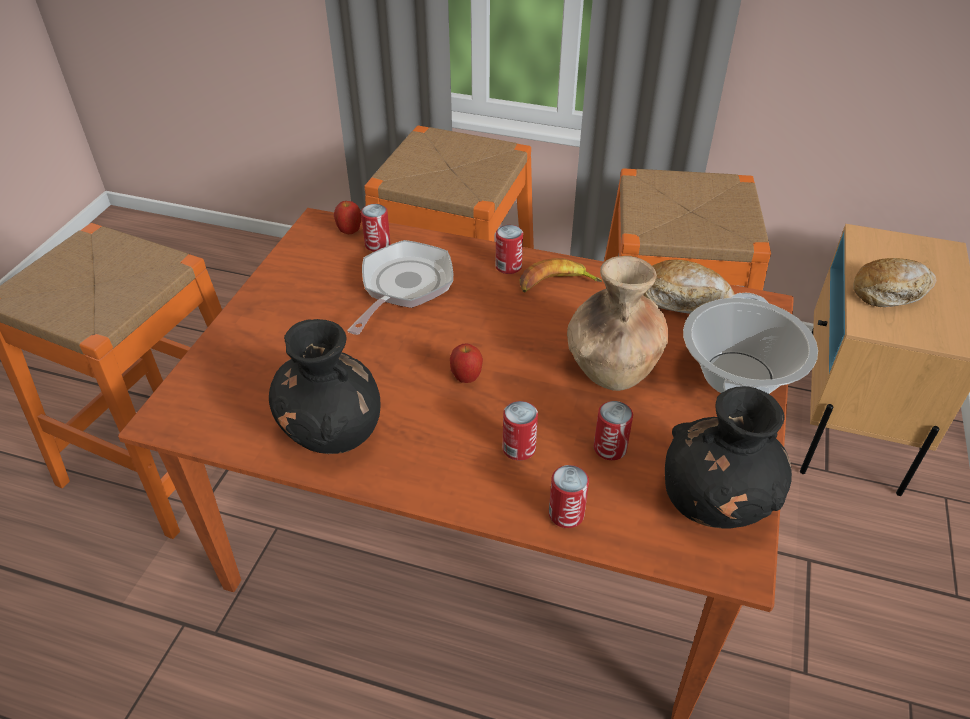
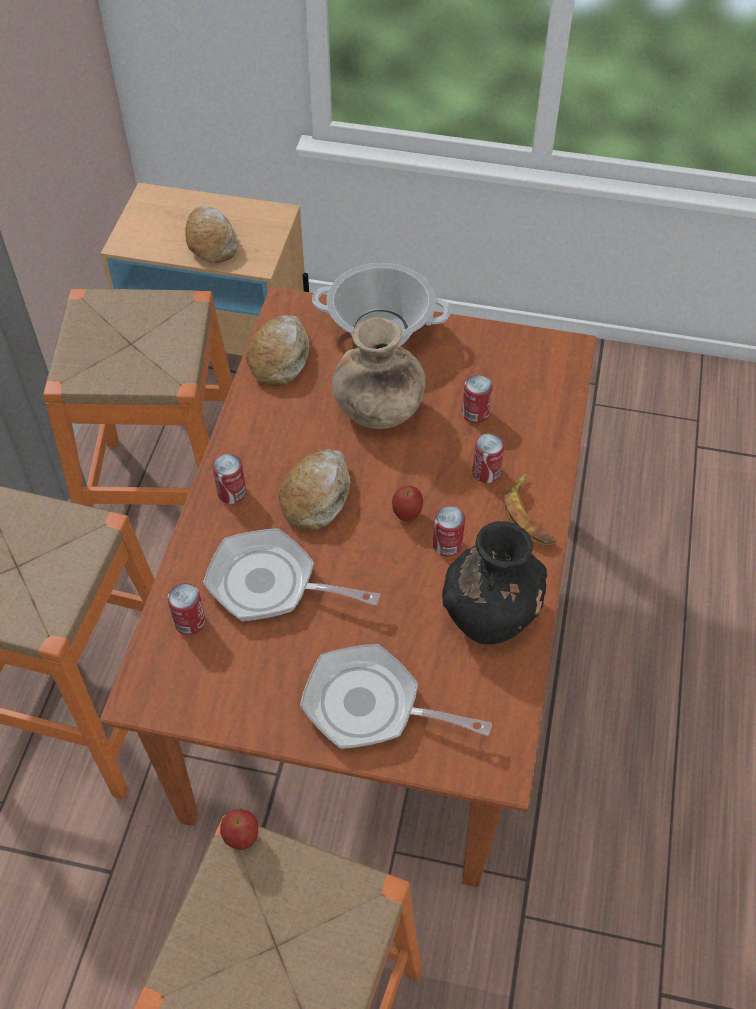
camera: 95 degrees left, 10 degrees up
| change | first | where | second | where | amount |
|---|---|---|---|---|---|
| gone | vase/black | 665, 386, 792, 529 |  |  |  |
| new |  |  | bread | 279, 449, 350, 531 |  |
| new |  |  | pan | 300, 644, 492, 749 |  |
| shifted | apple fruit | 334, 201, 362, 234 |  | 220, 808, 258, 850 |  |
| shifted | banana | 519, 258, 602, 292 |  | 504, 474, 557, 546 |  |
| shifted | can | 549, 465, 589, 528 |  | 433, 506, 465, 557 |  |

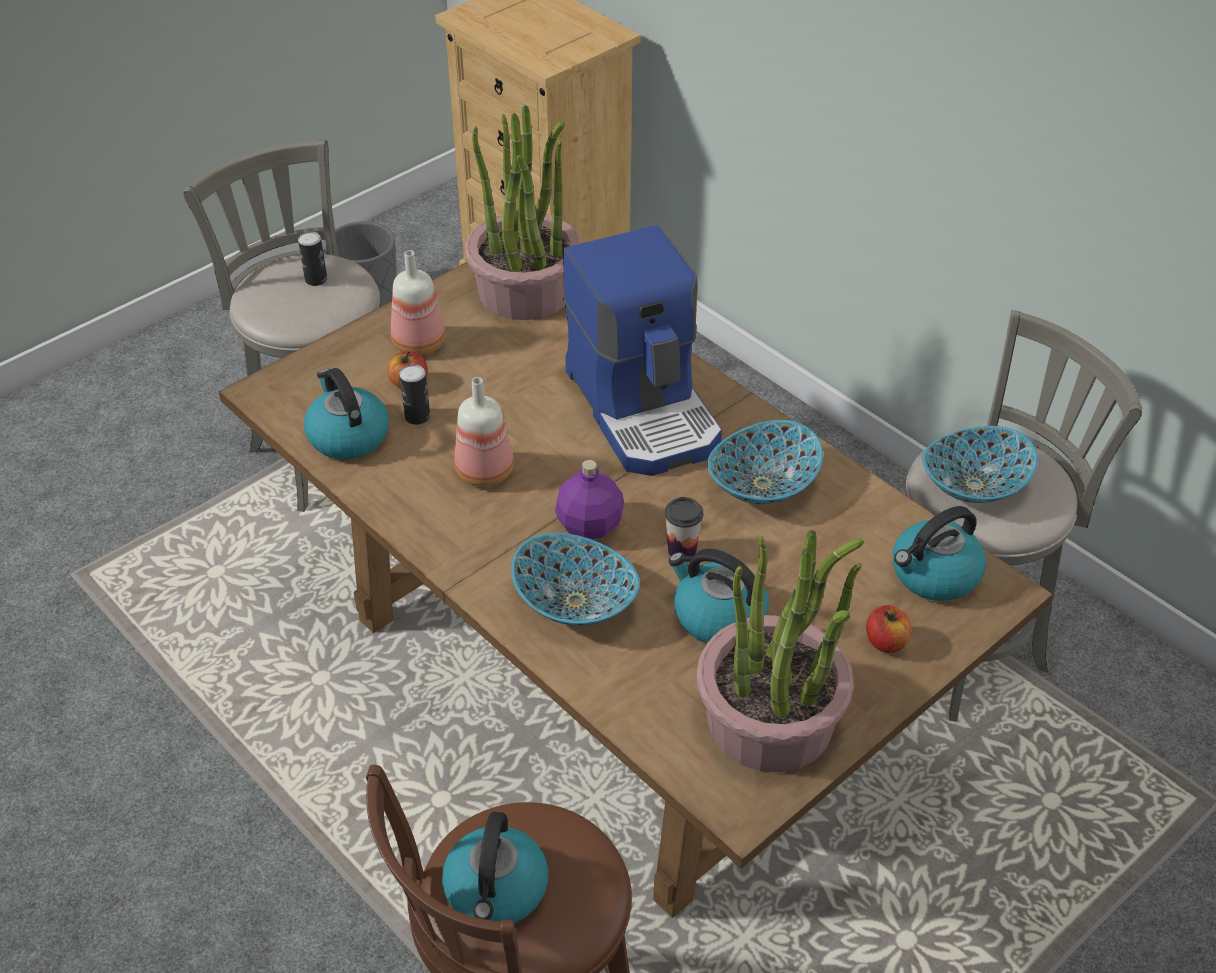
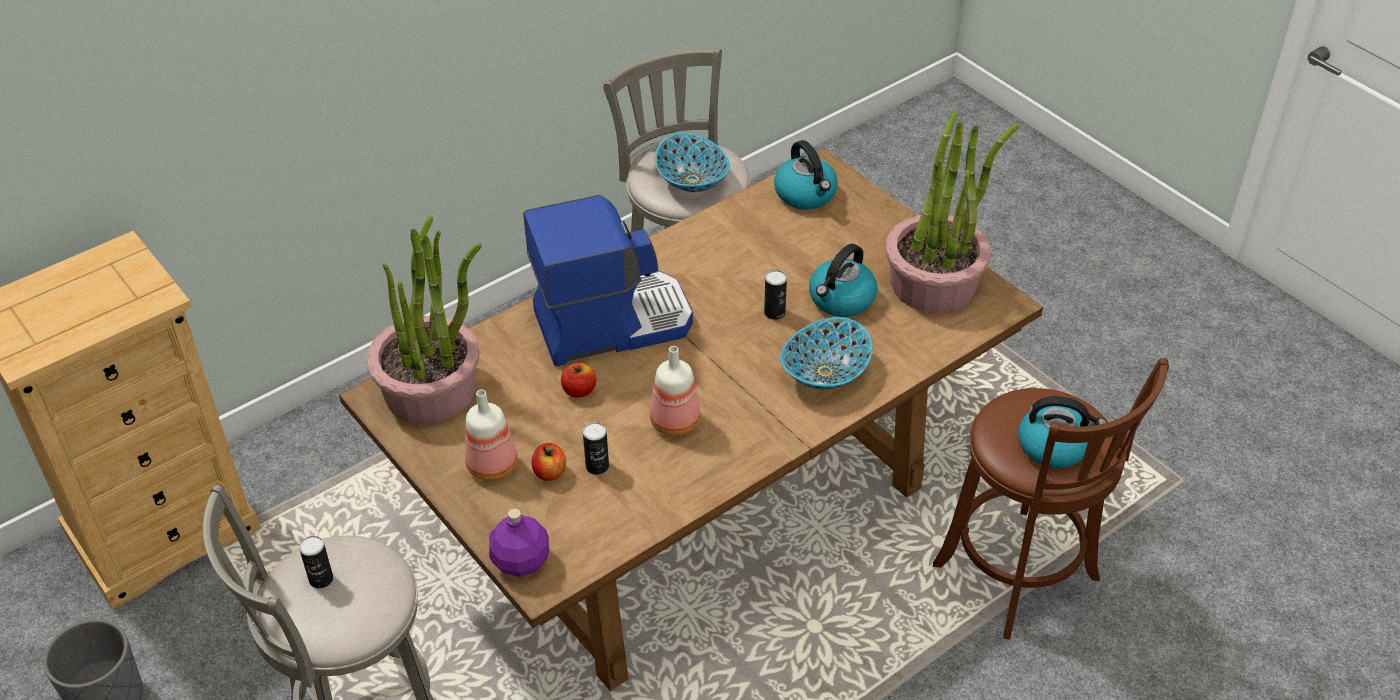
camera: 85 degrees left, 0 degrees up
| change | first | where | second | where | amount |
|---|---|---|---|---|---|
| gone | tea kettle | 304, 368, 389, 459 |  |  |  |
| gone | deep dish | 707, 420, 823, 504 |  |  |  |
| shifted | drink bottle/purple-coloured | 555, 460, 624, 539 |  | 489, 508, 549, 577 |  |
| shifted | apple fruit | 866, 605, 911, 653 |  | 561, 363, 597, 398 |  |
| swapped | cup | 665, 497, 703, 556 | can | 764, 270, 787, 320 |  |

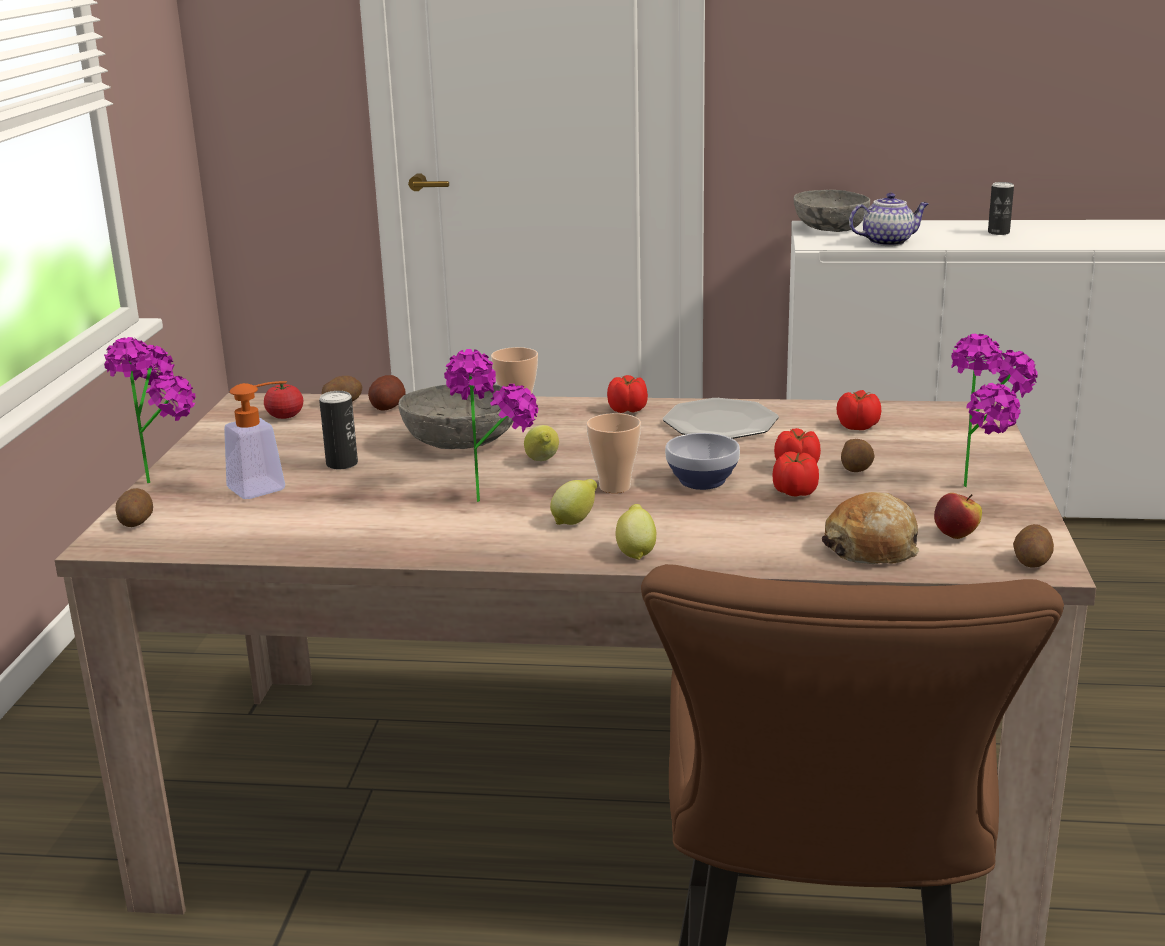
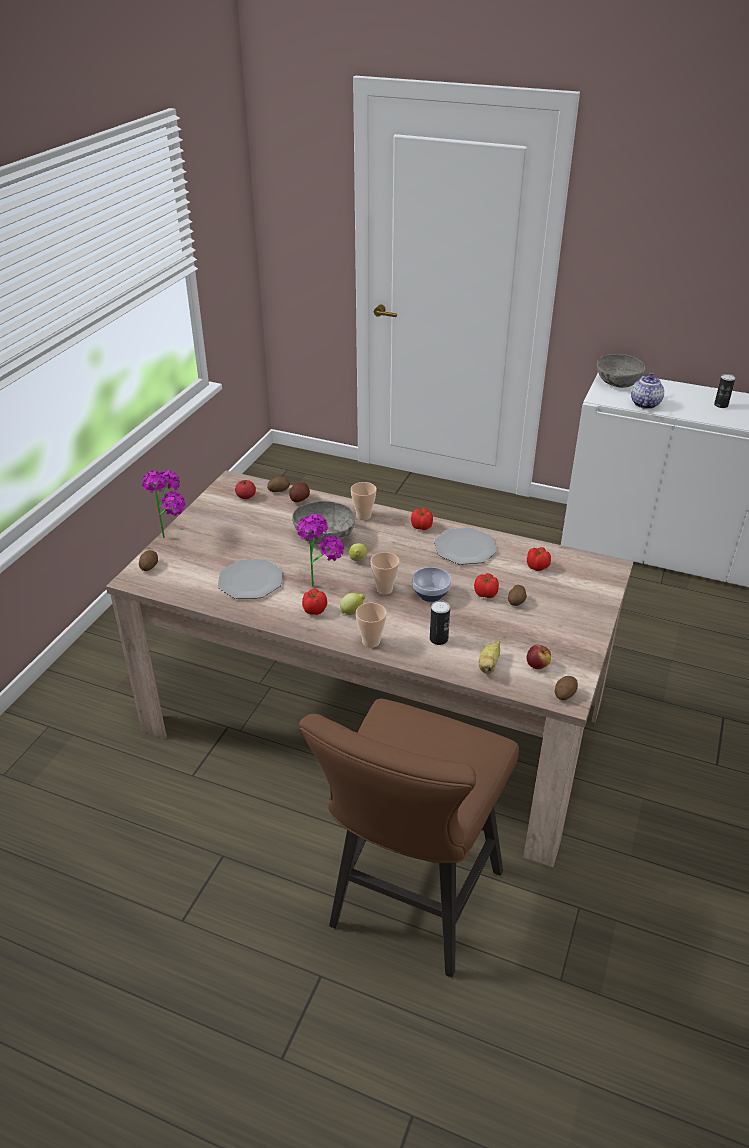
camera: 15 degrees right, 15 degrees up
| change | first | where | second | where | amount |
|---|---|---|---|---|---|
| gone | liquid soap bottle | 224, 381, 287, 499 |  |  |  |
| gone | potted plant | 951, 334, 1038, 487 |  |  |  |
| new |  |  | flat dish | 218, 559, 282, 599 |  |
| shifted | can | 319, 391, 358, 469 |  | 430, 600, 450, 645 |  |
| shifted | fresh tomato | 772, 451, 819, 496 |  | 302, 589, 327, 615 |  |
| swapped | whole lemon | 616, 504, 656, 560 | cup | 356, 603, 387, 648 |  |
| swapped | bread | 822, 492, 919, 564 | banana | 479, 640, 500, 674 |  |
| rotated | pot for tea | 849, 193, 929, 246 |  | 631, 372, 664, 409 | 75 degrees counterclockwise |

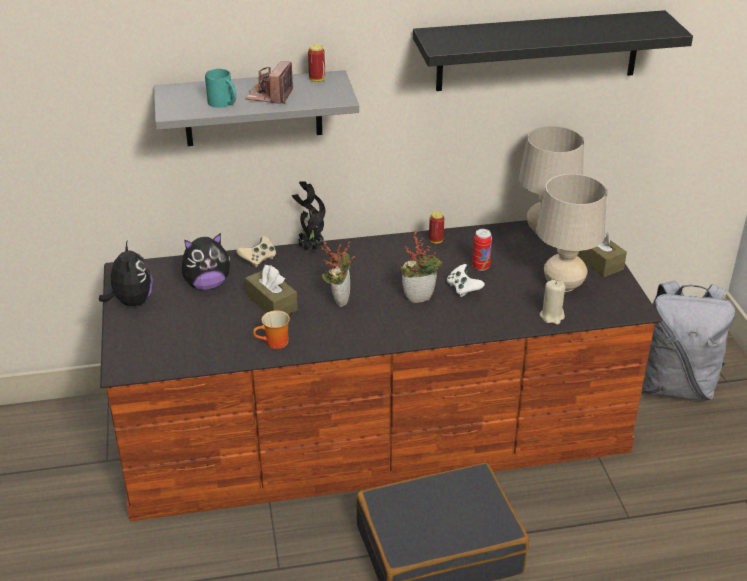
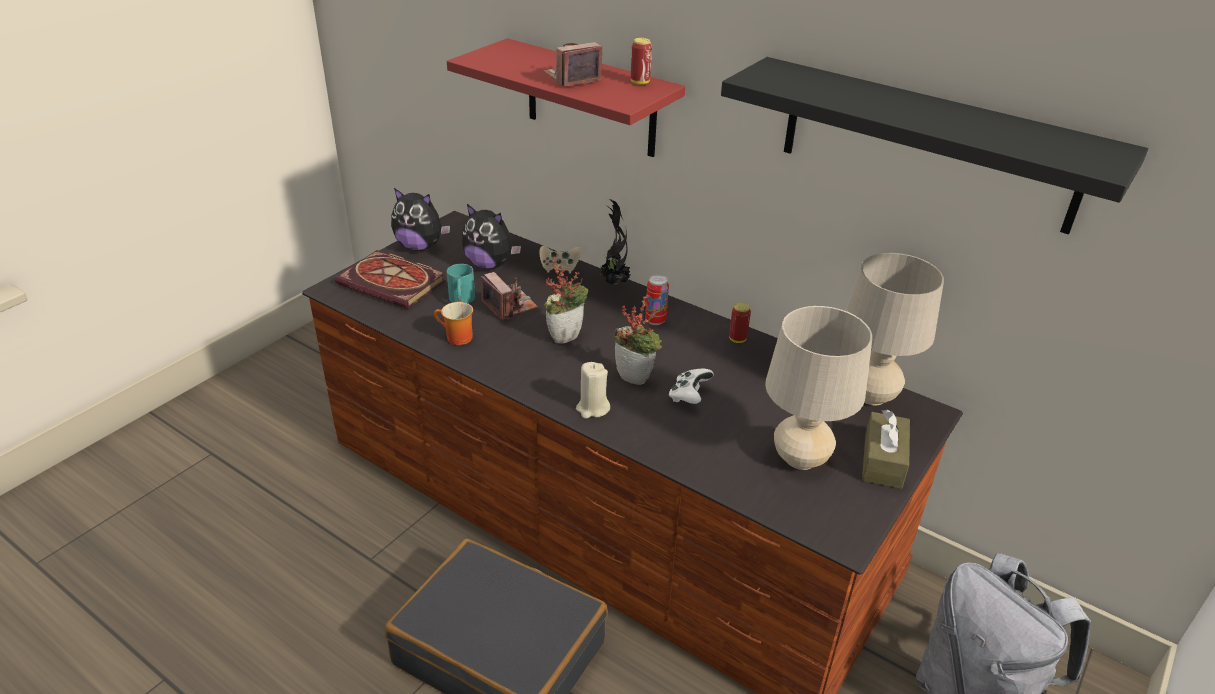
camera: 45 degrees right, 0 degrees up
| change | first | where | second | where | amount |
|---|---|---|---|---|---|
| new |  |  | bound book | 335, 250, 446, 309 |  |
| shifted | tea mug/turquoise-coloured | 205, 69, 236, 108 |  | 447, 264, 475, 303 |  |
| shifted | can | 472, 229, 492, 271 |  | 645, 274, 669, 325 |  |
| shifted | wax light/beige | 540, 280, 565, 324 |  | 576, 362, 610, 419 |  |
| swapped | tissue box/brown-coloured | 245, 265, 298, 314 | photo camera | 481, 272, 538, 320 |  |
| repainted | bracket shelf/grey | 154, 70, 359, 146 | bracket shelf/reddish | 447, 38, 685, 157 |  |
| rotated | plush toy | 99, 241, 153, 306 |  | 391, 188, 450, 251 | 75 degrees clockwise |

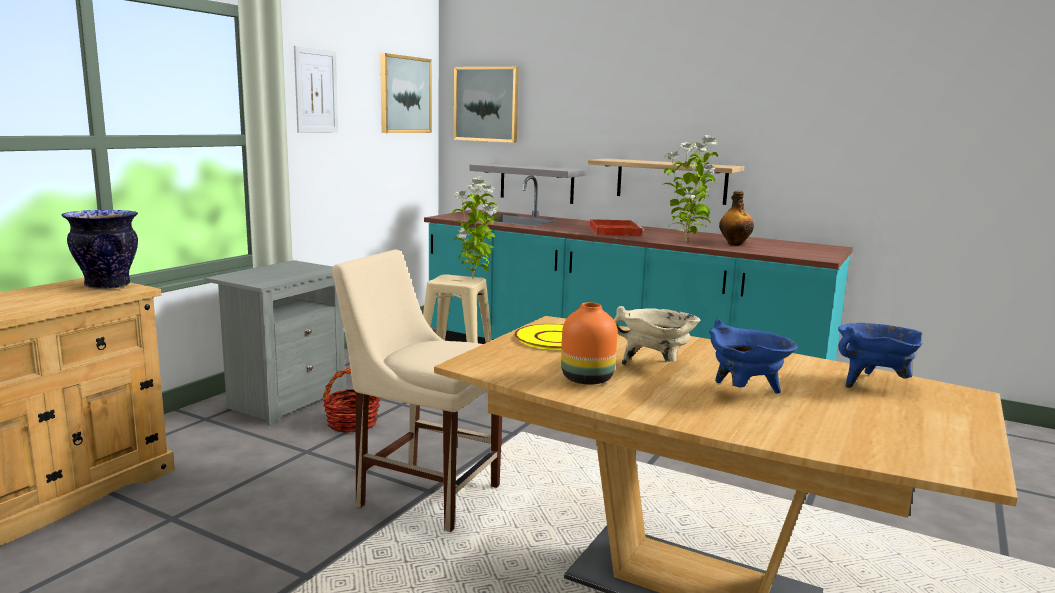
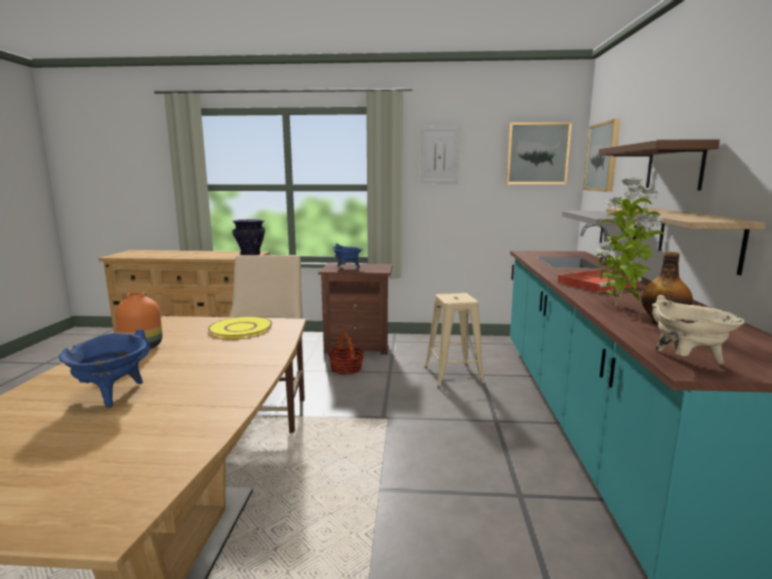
camera: 65 degrees right, 0 degrees up
| change | first | where | second | where | amount |
|---|---|---|---|---|---|
| gone | potted plant | 452, 177, 500, 279 |  |  |  |
| new |  |  | bracket shelf/brown-coloured | 598, 139, 720, 190 |  |
| shifted | cooking pot/beige | 614, 306, 700, 365 |  | 652, 295, 745, 364 |  |
| shifted | cooking pot/blue | 838, 323, 923, 388 |  | 333, 243, 362, 268 |  |
| repainted | bedside table/grey | 205, 260, 346, 426 | bedside table/brown-coloured | 318, 263, 393, 355 |  |

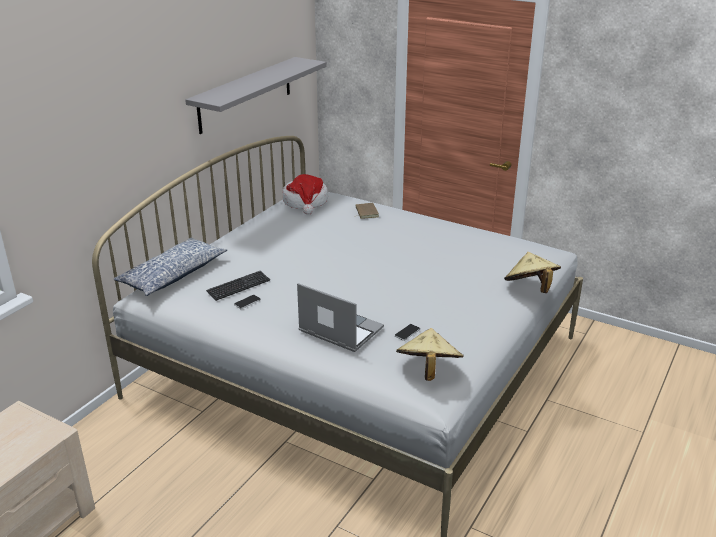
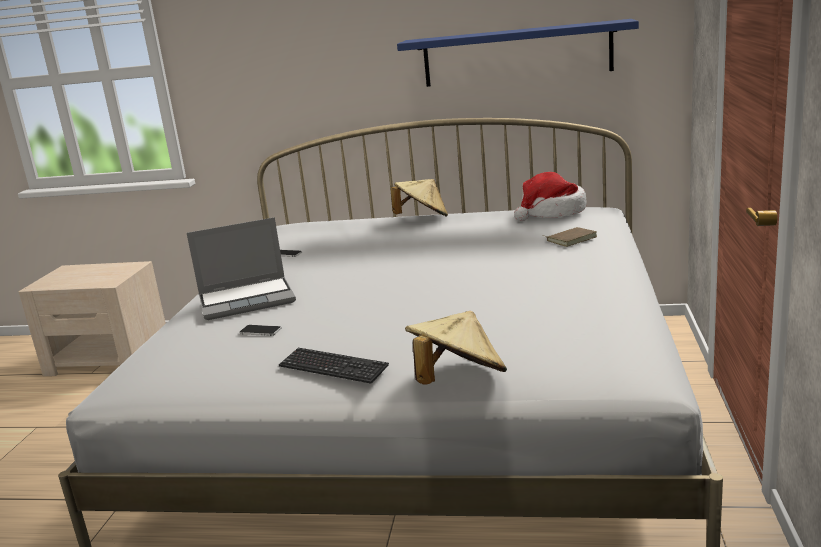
camera: 70 degrees right, 10 degrees down
| change | first | where | second | where | amount |
|---|---|---|---|---|---|
| gone | cushion | 114, 238, 227, 296 |  |  |  |
| shifted | PC keyboard | 206, 271, 270, 301 |  | 279, 348, 389, 383 |  |
| shifted | wearable hat/beige | 396, 328, 464, 381 |  | 391, 179, 448, 217 |  |
| repainted | bracket shelf/grey | 185, 57, 326, 134 | bracket shelf/blue | 397, 19, 639, 87 |  |
| rotated | laptop | 297, 283, 384, 352 |  | 187, 217, 296, 320 | 60 degrees clockwise |

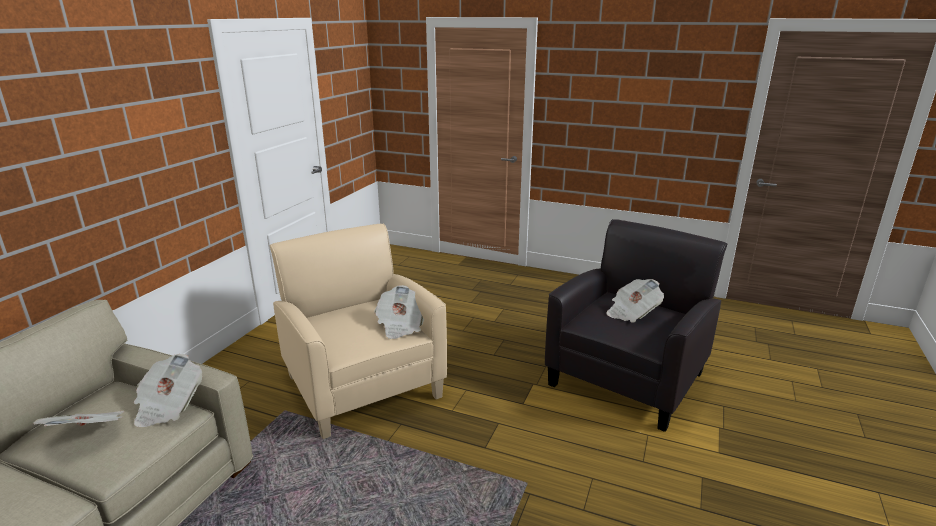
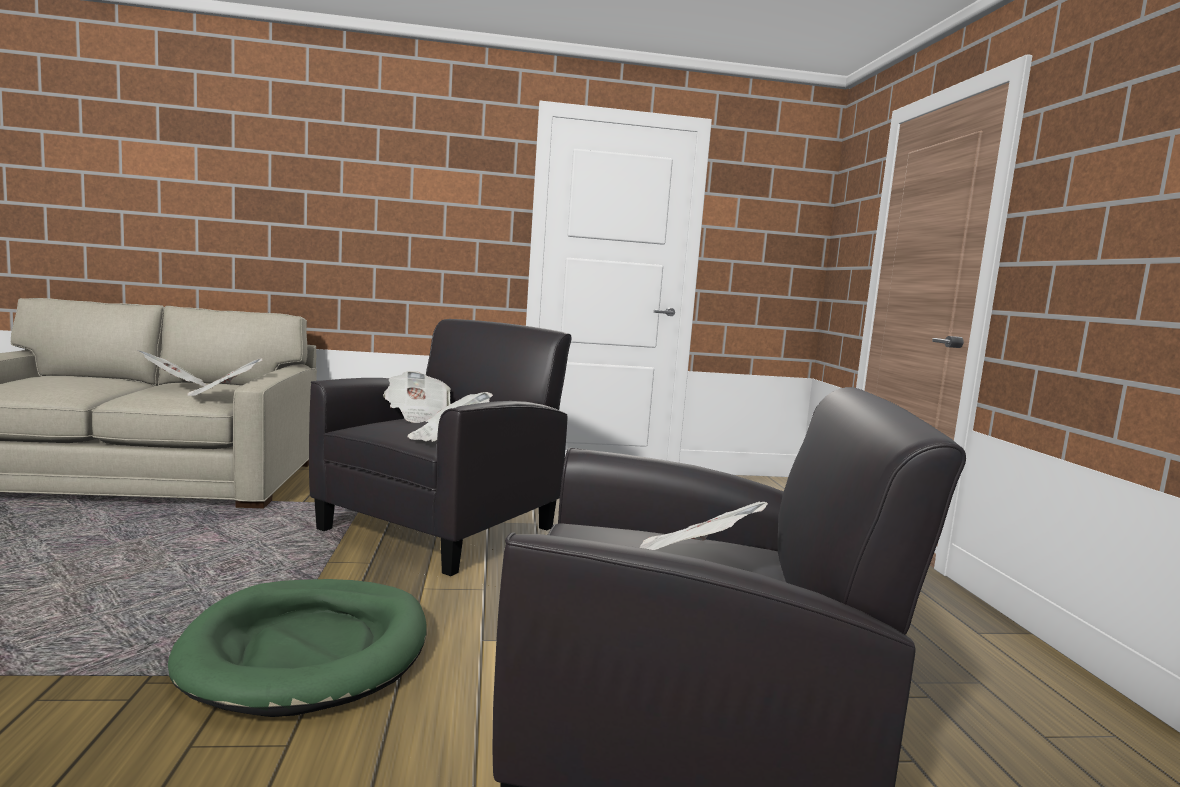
camera: 60 degrees right, 15 degrees down
| change | first | where | second | where | amount |
|---|---|---|---|---|---|
| new |  |  | pet bed/green | 168, 579, 427, 717 |  |
| new |  |  | daily paper | 383, 371, 451, 423 |  |
| repainted | armchair/beige | 270, 224, 447, 439 | armchair/black | 309, 319, 571, 576 |  |

